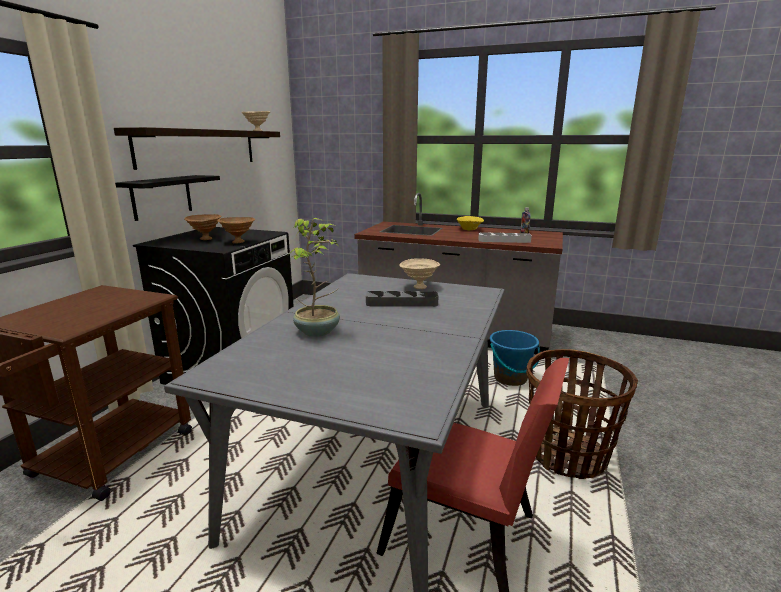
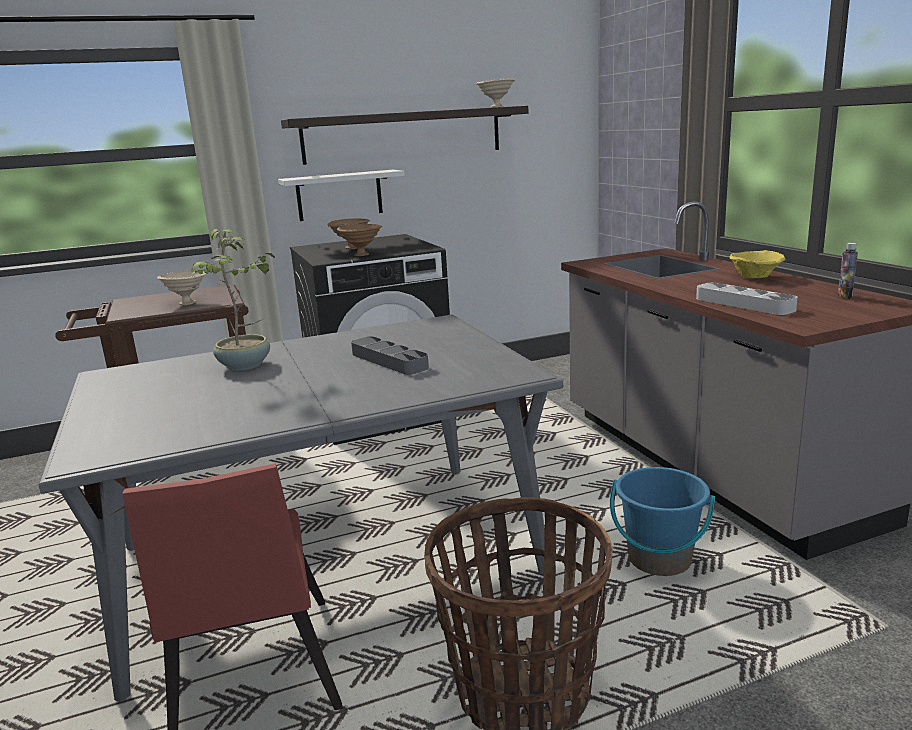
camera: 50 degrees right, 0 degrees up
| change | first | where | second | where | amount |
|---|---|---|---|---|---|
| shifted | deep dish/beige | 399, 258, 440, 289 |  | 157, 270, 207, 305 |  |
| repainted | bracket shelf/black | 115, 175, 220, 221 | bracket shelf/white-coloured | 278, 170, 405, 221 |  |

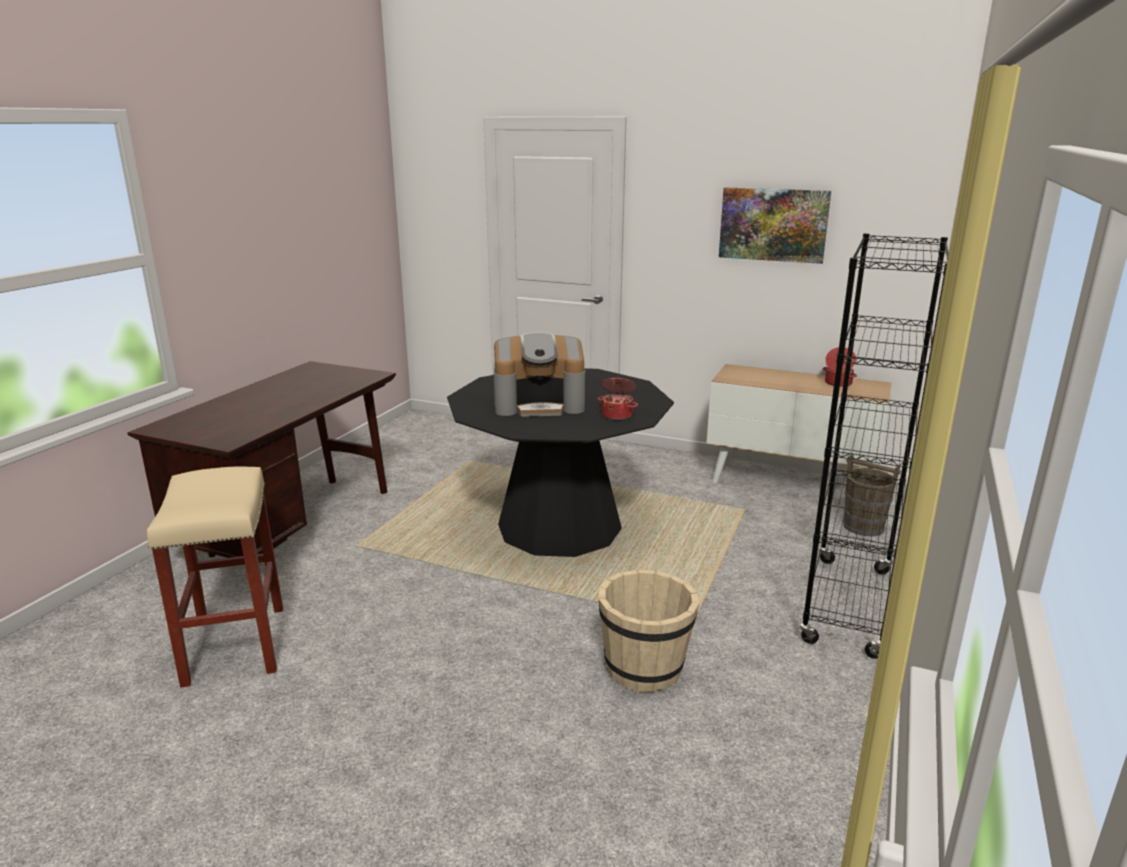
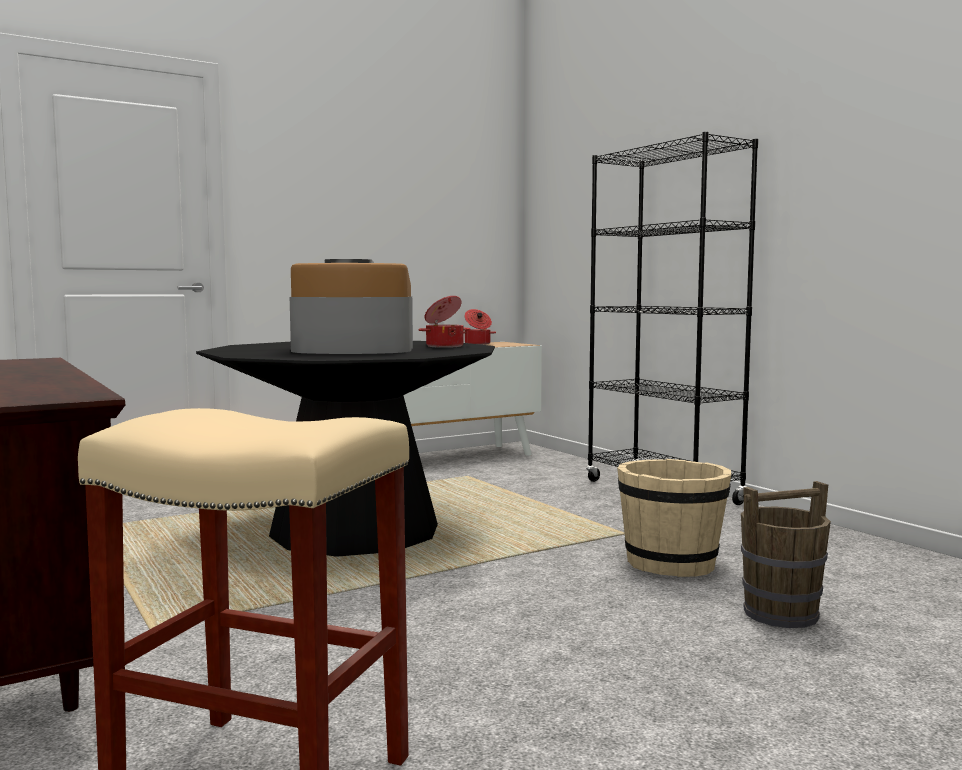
camera: 55 degrees left, 15 degrees down
| change | first | where | second | where | amount |
|---|---|---|---|---|---|
| gone | wall art | 719, 188, 831, 264 |  |  |  |
| shifted | water bucket/brown-coloured | 843, 454, 901, 536 |  | 741, 481, 831, 628 |  |
| rotated | coffee machine | 494, 332, 585, 417 |  | 290, 259, 413, 354 | 120 degrees counterclockwise |

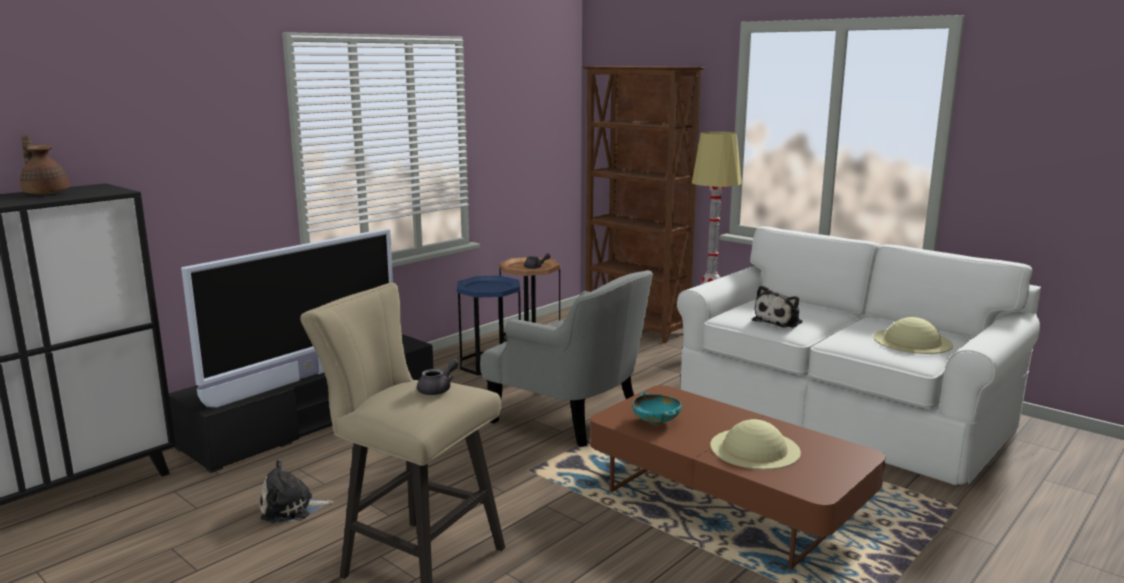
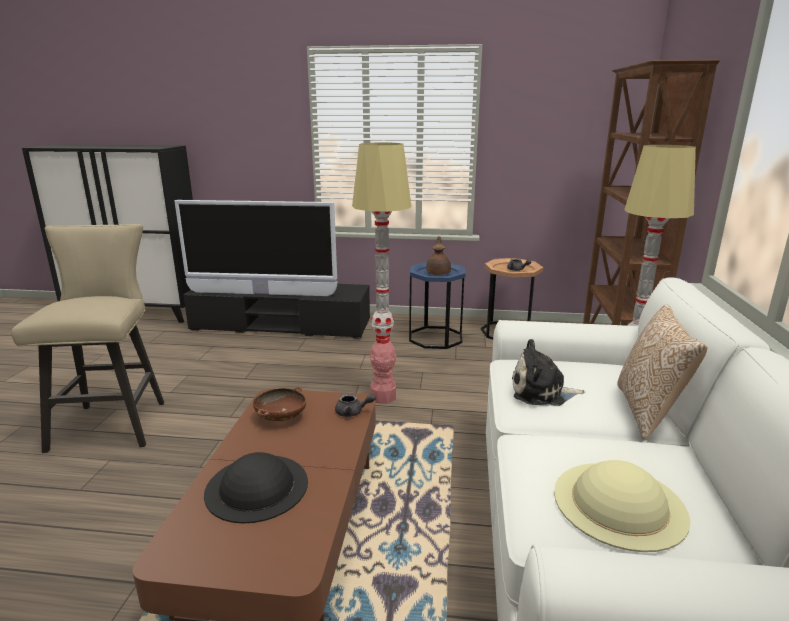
camera: 55 degrees right, 5 degrees up
| change | first | where | second | where | amount |
|---|---|---|---|---|---|
| gone | plush toy | 260, 460, 334, 523 |  |  |  |
| new |  |  | cushion | 617, 305, 708, 441 |  |
| shifted | pot for tea/brown-coloured | 20, 134, 69, 195 |  | 426, 236, 451, 275 |  |
| shifted | pot for tea/grey | 417, 358, 459, 395 |  | 335, 393, 376, 417 |  |
| swapped | armchair/grey | 480, 270, 653, 447 | floor lamp | 352, 143, 412, 404 |  |
| repainted | deep dish/turquoise-coloured | 632, 392, 682, 425 | deep dish/brown-coloured | 253, 387, 306, 421 |  |
| repainted | wearable hat/beige | 710, 419, 801, 470 | wearable hat/black | 204, 452, 308, 524 |  |

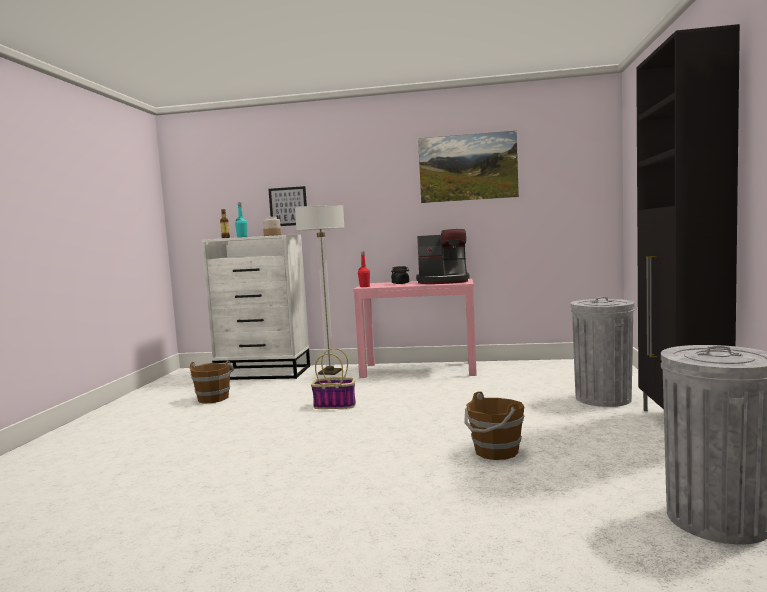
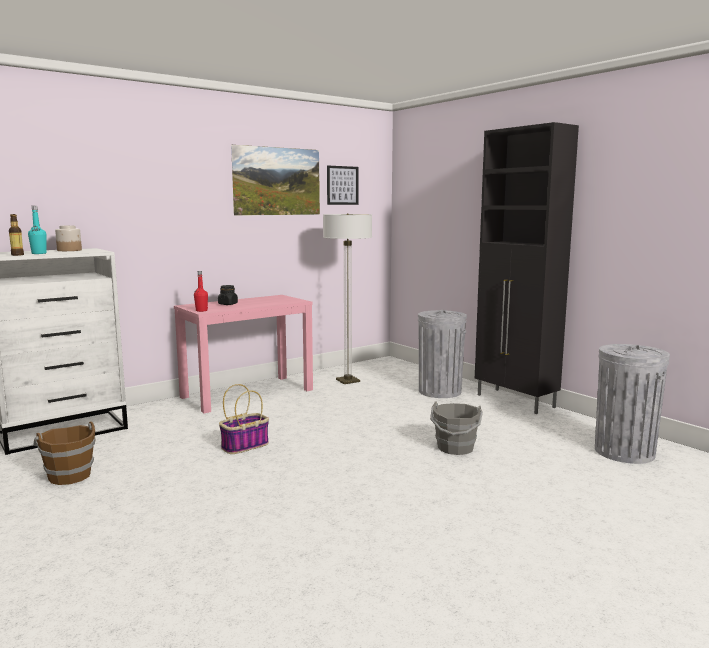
camera: 45 degrees left, 5 degrees up
| change | first | where | second | where | amount |
|---|---|---|---|---|---|
| gone | coffee machine | 416, 229, 470, 284 |  |  |  |
| shifted | wall art | 268, 186, 307, 226 |  | 327, 166, 358, 205 |  |
| shifted | floor lamp | 295, 205, 345, 375 |  | 323, 213, 372, 384 |  |
| repainted | water bucket/brown-coloured | 464, 391, 524, 460 | water bucket/grey | 430, 401, 483, 455 |  |

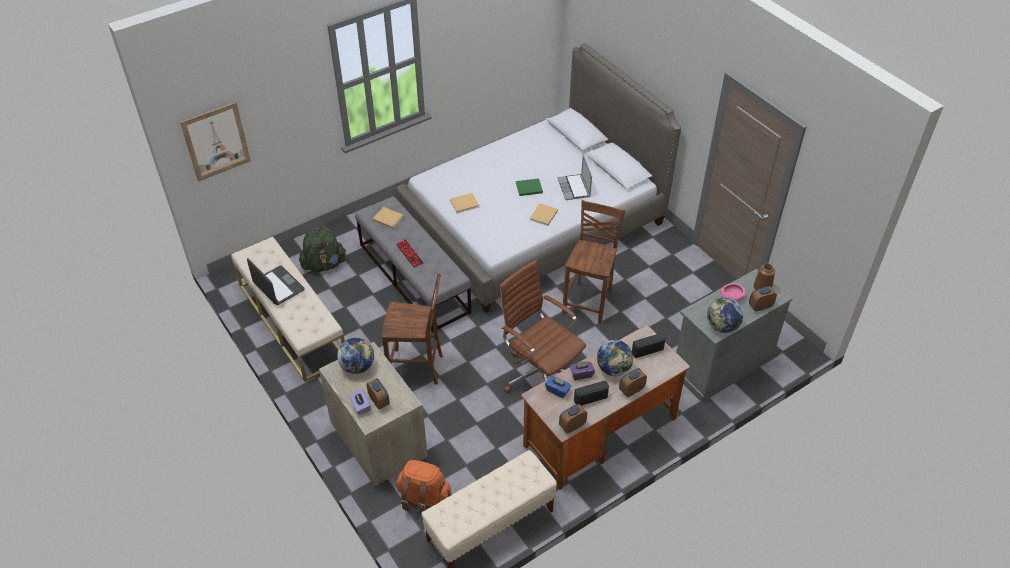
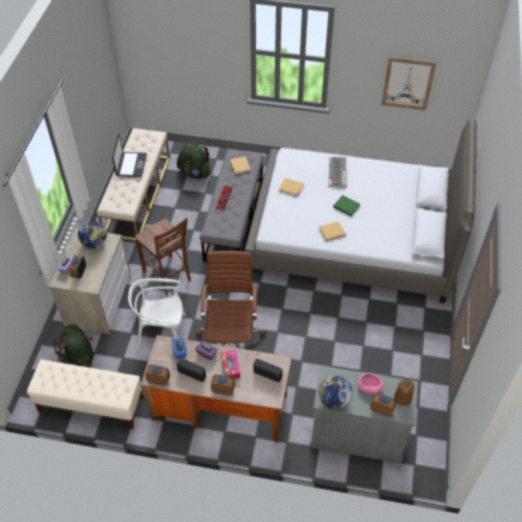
camera: 45 degrees right, 5 degrees up
| change | first | where | second | where | amount |
|---|---|---|---|---|---|
| gone | laptop | 557, 155, 592, 200 |  |  |  |
| gone | plain chair/brown-coloured | 562, 200, 626, 324 |  |  |  |
| new |  |  | plain chair/white-coloured | 128, 278, 186, 350 |  |
| new |  |  | PC keyboard | 329, 157, 347, 187 |  |
| shifted | wall art | 180, 102, 251, 182 |  | 381, 57, 436, 110 |  |
| swapped | globe | 597, 340, 633, 376 | tissue box | 221, 350, 240, 379 |  |
| repainted | knapsack/orange | 396, 460, 451, 514 | knapsack/green | 53, 324, 94, 368 |  |

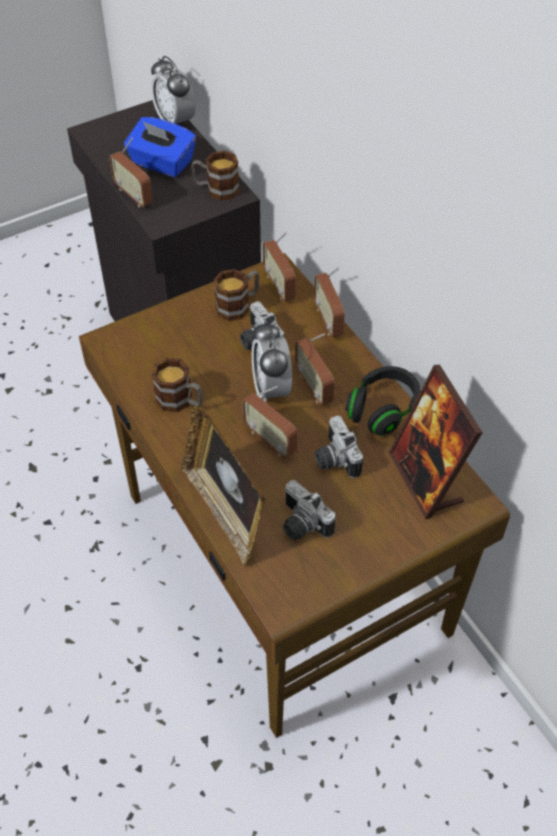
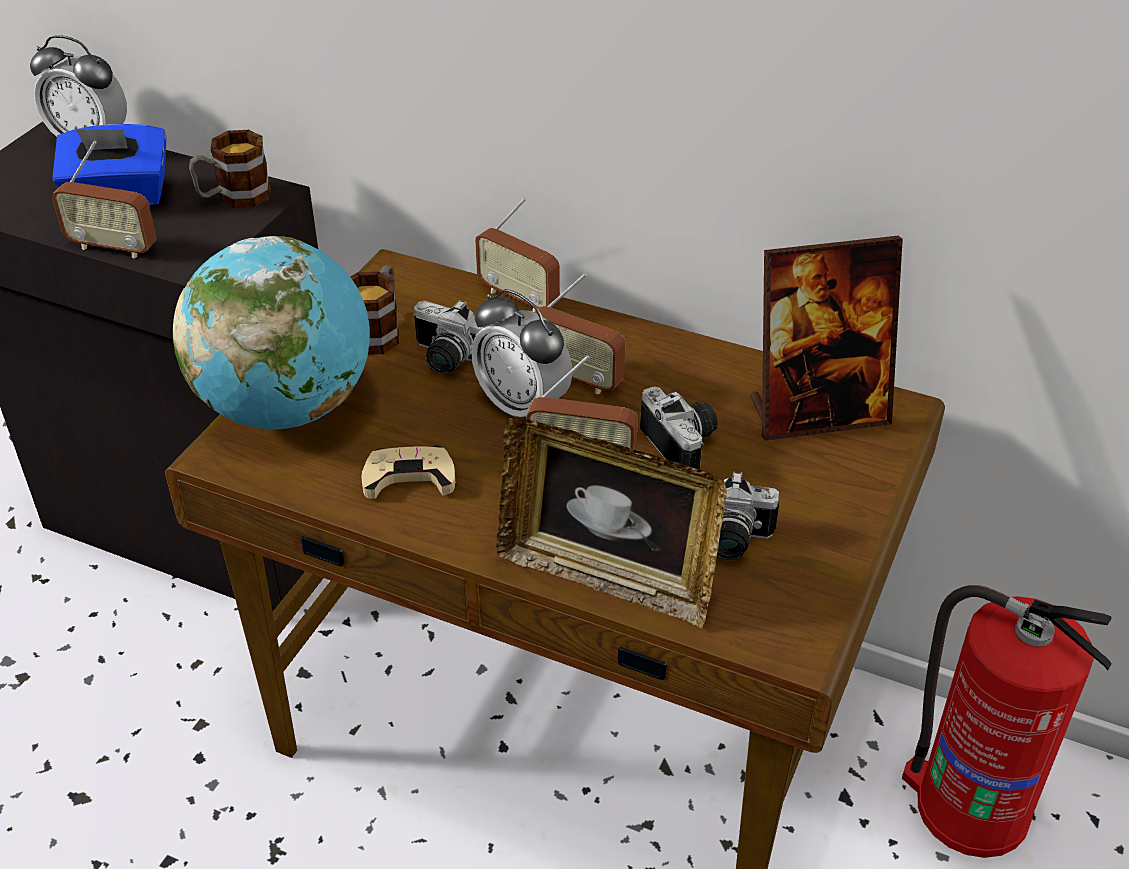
camera: 35 degrees left, 10 degrees down
| change | first | where | second | where | amount |
|---|---|---|---|---|---|
| gone | radio set | 263, 232, 296, 302 |  |  |  |
| gone | headset/black | 345, 366, 420, 436 |  |  |  |
| new |  |  | globe | 173, 236, 370, 430 |  |
| new |  |  | fire-fighting cylinder | 902, 585, 1112, 858 |  |
| swapped | tea mug | 152, 358, 202, 412 | game controller/beige | 361, 445, 455, 499 |  |
| rotated | photo camera | 315, 415, 363, 478 |  | 640, 387, 718, 470 | 150 degrees counterclockwise |
| rotated | picture frame | 389, 365, 483, 519 |  | 750, 236, 903, 441 | 45 degrees counterclockwise |

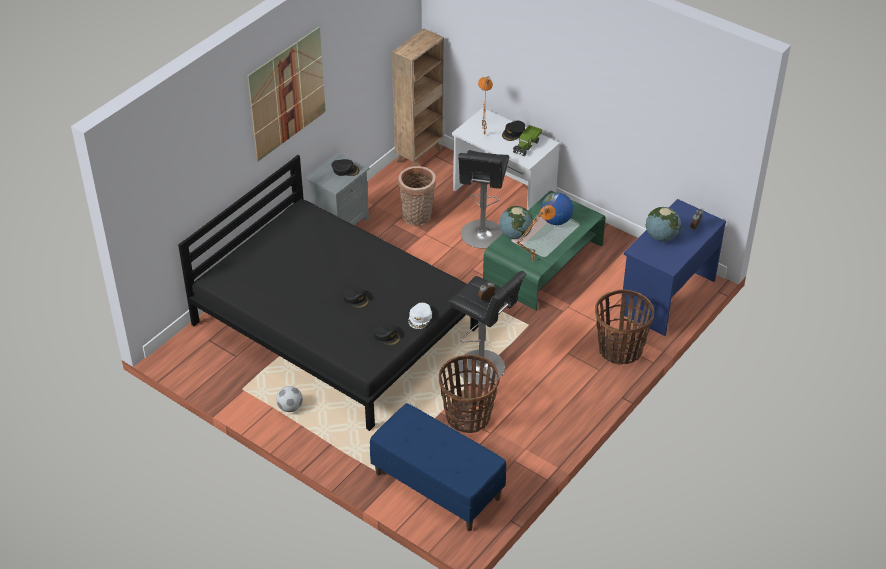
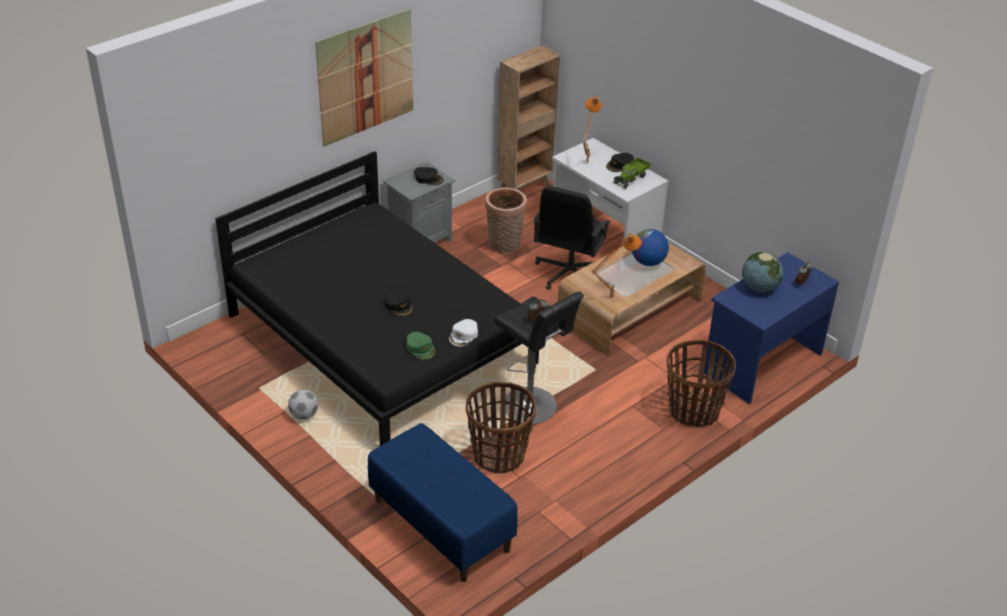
camera: 10 degrees right, 5 degrees down
| change | first | where | second | where | amount |
|---|---|---|---|---|---|
| gone | globe | 500, 206, 533, 239 |  |  |  |
| swapped | stool/black | 458, 150, 509, 249 | computer chair/black | 533, 186, 610, 290 |  |
| repainted | peaked cap/black | 373, 321, 401, 346 | peaked cap/green | 406, 332, 436, 359 |  |
| repainted | coffee table/green | 483, 190, 606, 311 | coffee table/brown-coloured | 558, 242, 706, 356 |  |

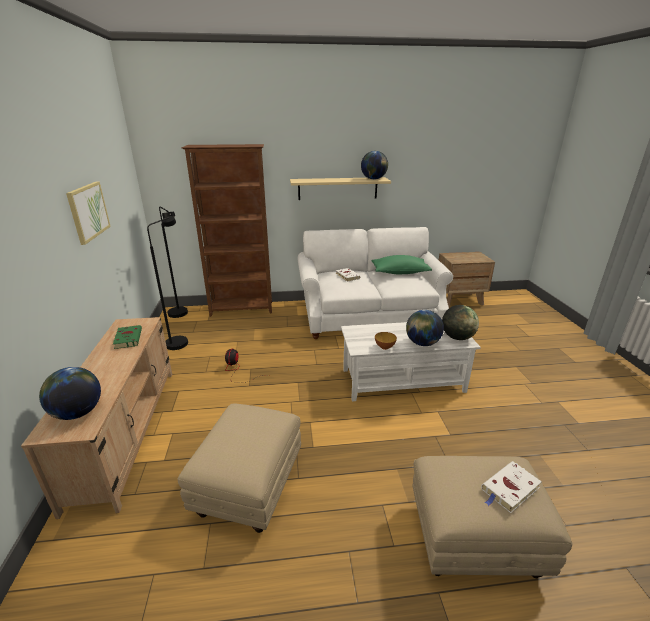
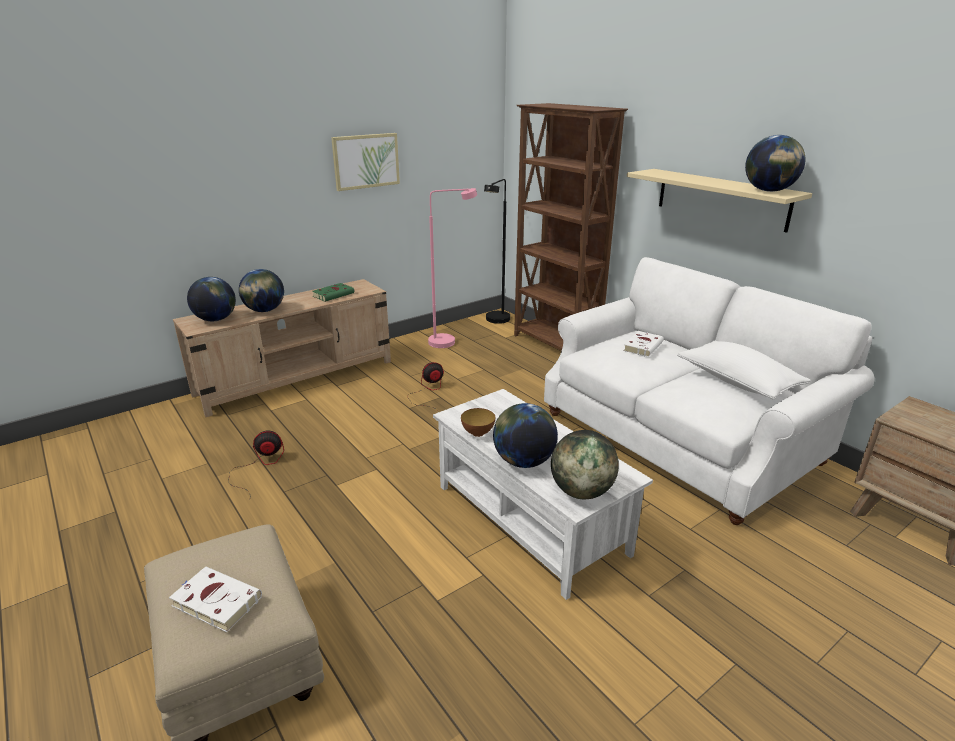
camera: 60 degrees right, 0 degrees up
| change | first | where | second | where | amount |
|---|---|---|---|---|---|
| new |  |  | globe | 239, 269, 284, 312 |  |
| swapped | ottoman/beige | 178, 403, 301, 533 | cooling fan | 228, 431, 284, 494 |  |
| repainted | floor lamp/black | 147, 216, 188, 350 | floor lamp/pink-coloured | 428, 188, 477, 348 |  |
| repainted | cushion/green | 371, 255, 432, 274 | cushion/white-coloured | 677, 341, 811, 400 |  |

